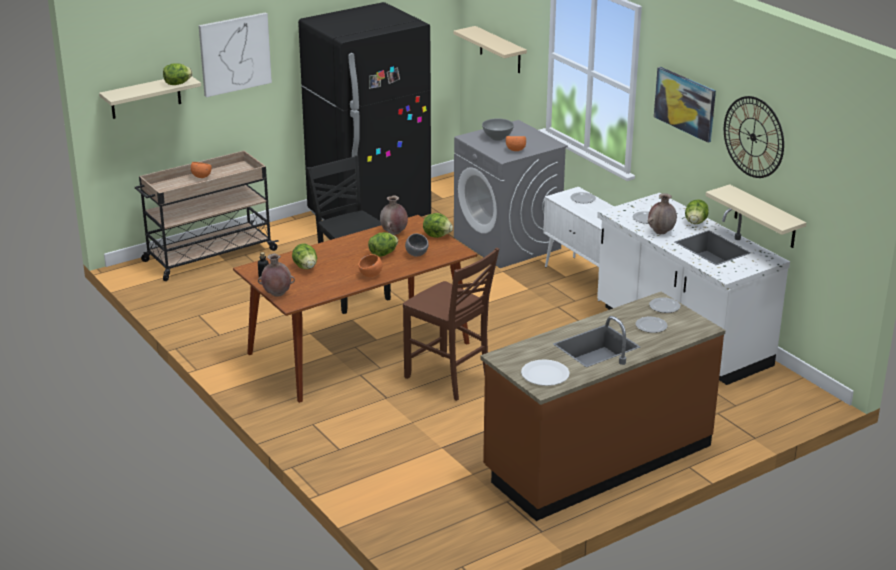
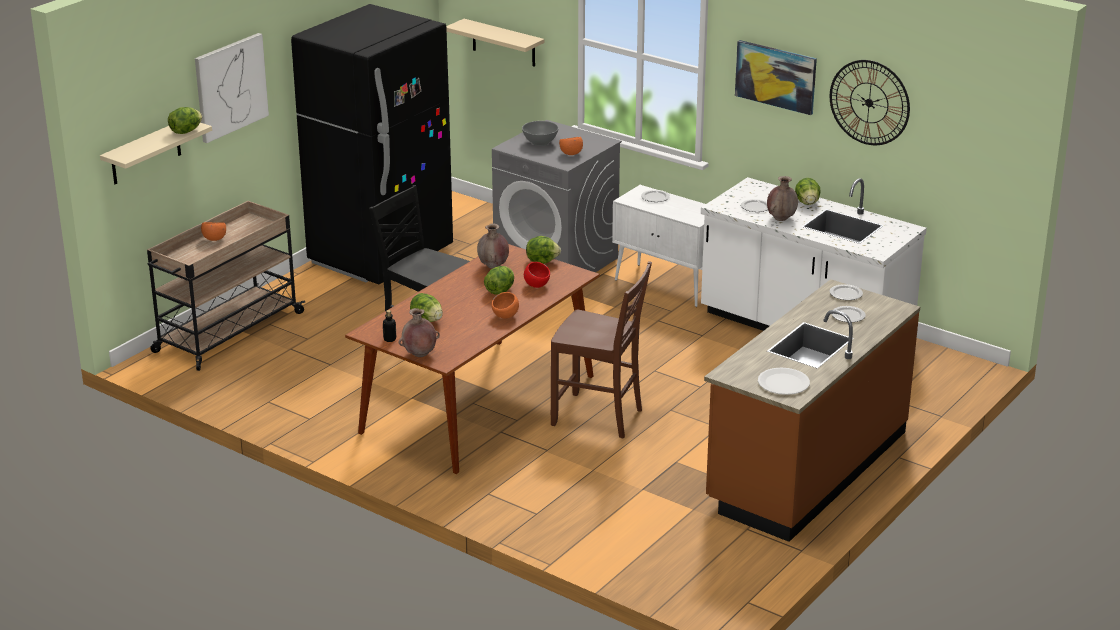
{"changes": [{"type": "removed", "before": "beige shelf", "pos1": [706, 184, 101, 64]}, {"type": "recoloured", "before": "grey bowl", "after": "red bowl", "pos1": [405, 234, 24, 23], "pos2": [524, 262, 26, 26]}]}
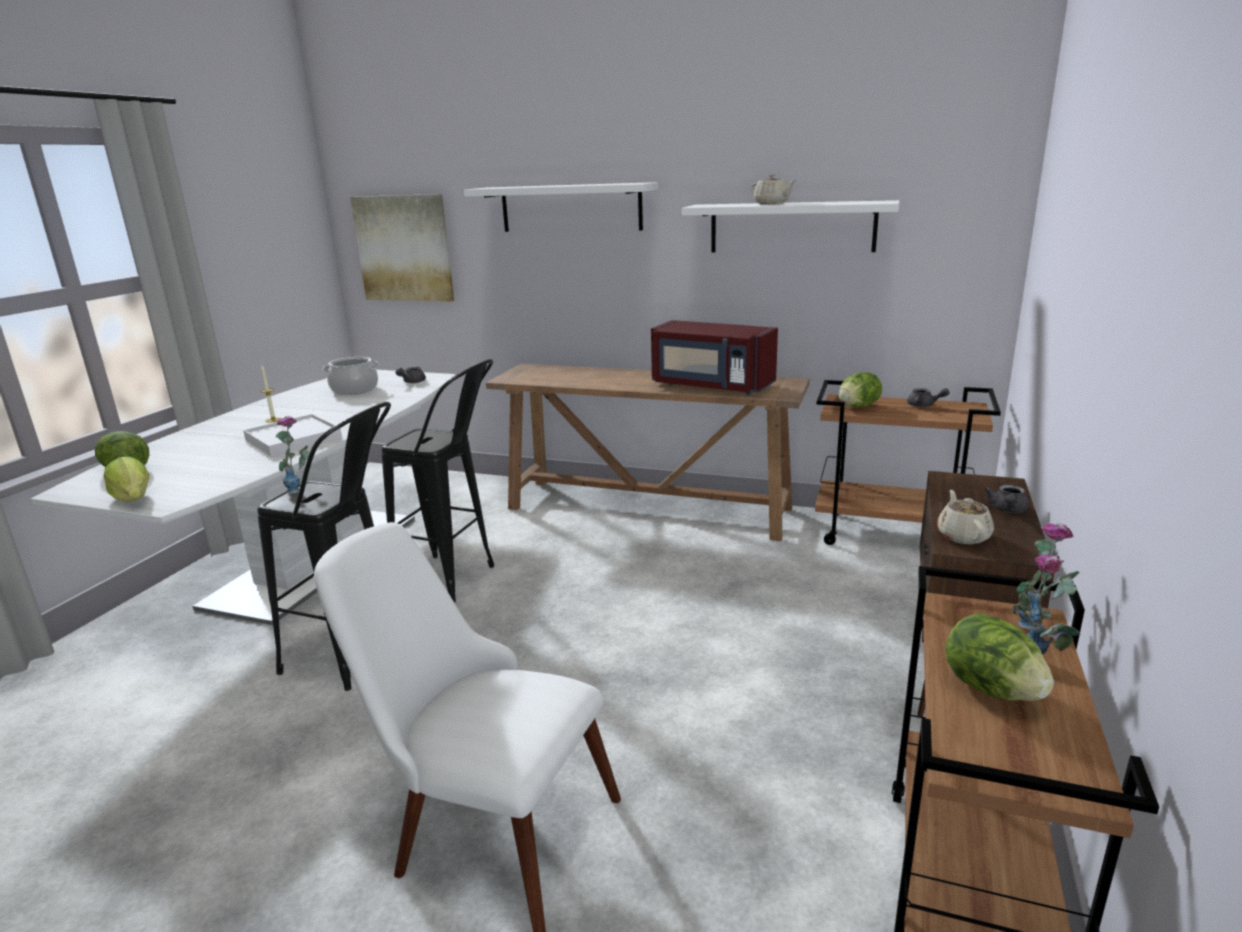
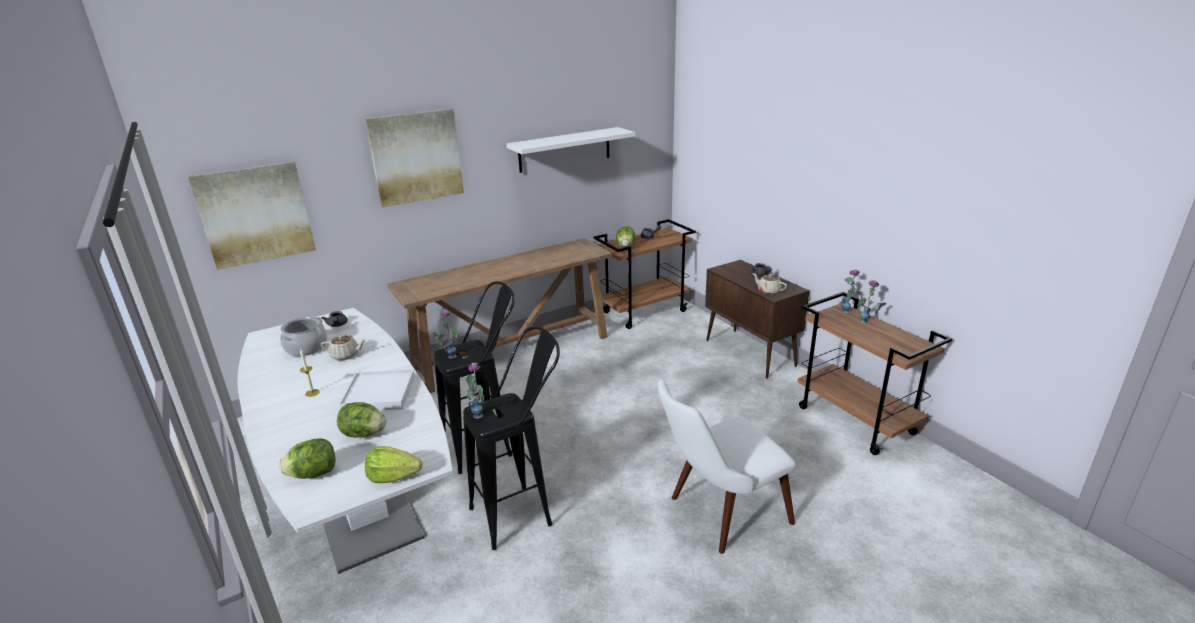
{"changes": [{"type": "moved", "before": "beige teapot", "pos1": [751, 174, 45, 30], "pos2": [321, 335, 45, 25]}, {"type": "replaced", "before": "white shelf", "after": "picture", "pos1": [464, 182, 194, 50], "pos2": [365, 109, 99, 99]}, {"type": "removed", "before": "red microwave", "pos1": [651, 320, 127, 74]}, {"type": "moved", "before": "lettuce", "pos1": [946, 613, 108, 88], "pos2": [337, 402, 50, 36]}, {"type": "added", "after": "vase", "pos2": [432, 310, 28, 49]}]}
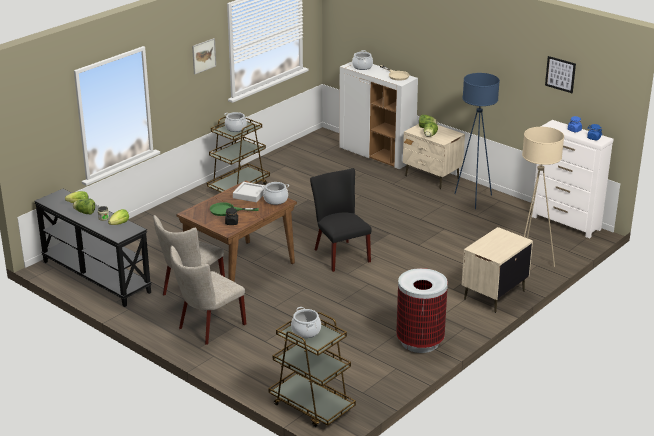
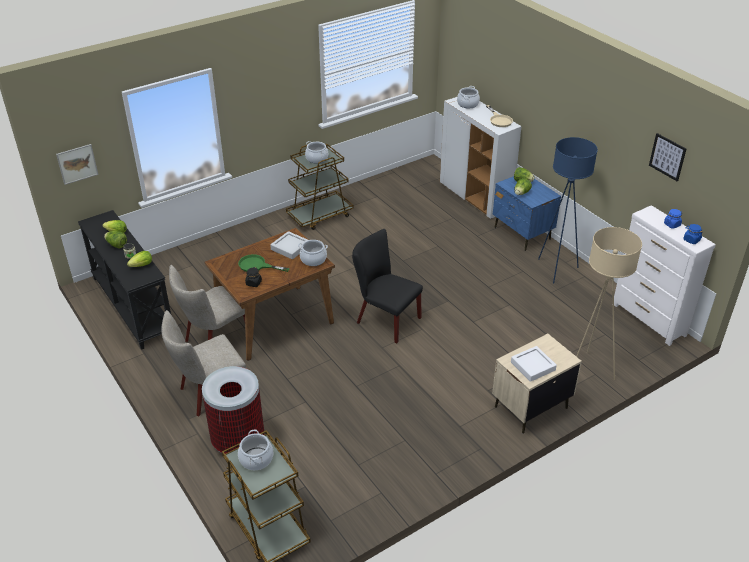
{"changes": [{"type": "moved", "before": "picture", "pos1": [192, 38, 24, 37], "pos2": [56, 144, 42, 41]}, {"type": "recoloured", "before": "beige nightstand", "after": "blue nightstand", "pos1": [403, 124, 62, 65], "pos2": [493, 176, 68, 75]}, {"type": "turned", "before": "black chair", "pos1": [310, 168, 62, 104], "pos2": [352, 229, 71, 114], "turn": -45}, {"type": "moved", "before": "trash can", "pos1": [396, 268, 52, 85], "pos2": [202, 366, 62, 88]}, {"type": "added", "after": "white tray", "pos2": [511, 346, 46, 36]}]}
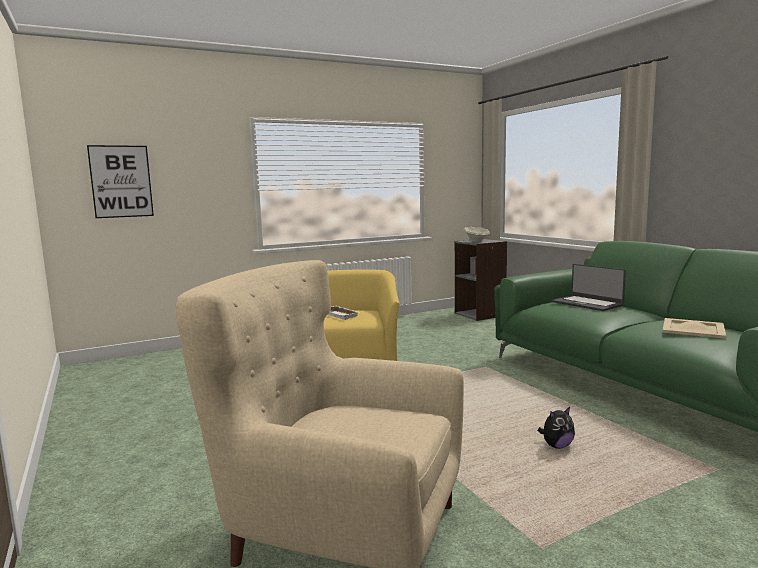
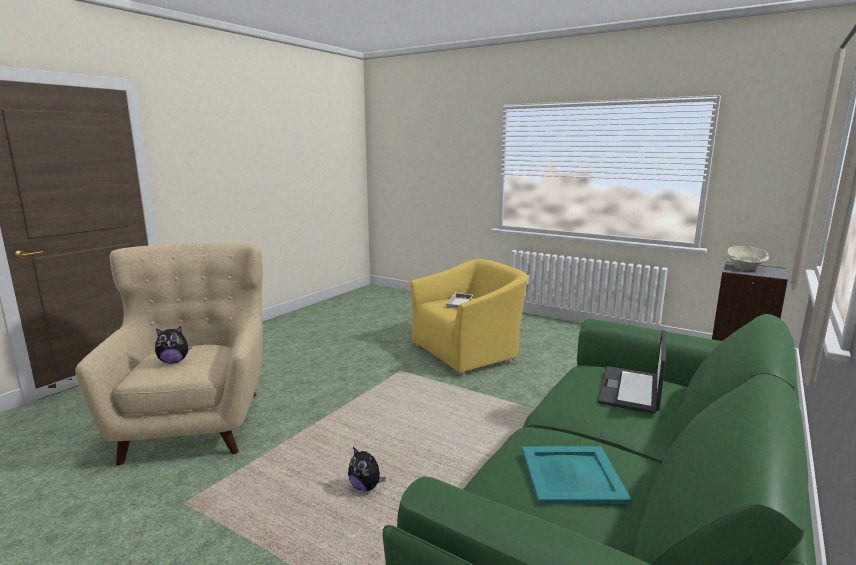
{"changes": [{"type": "removed", "before": "picture", "pos1": [87, 145, 67, 73]}, {"type": "recoloured", "before": "beige tray", "after": "turquoise tray", "pos1": [663, 318, 63, 21], "pos2": [522, 446, 110, 58]}, {"type": "added", "after": "plush toy", "pos2": [155, 326, 37, 38]}]}
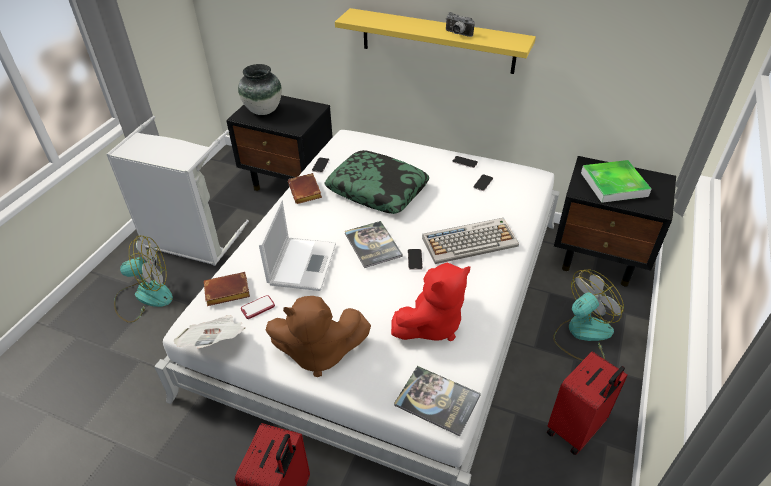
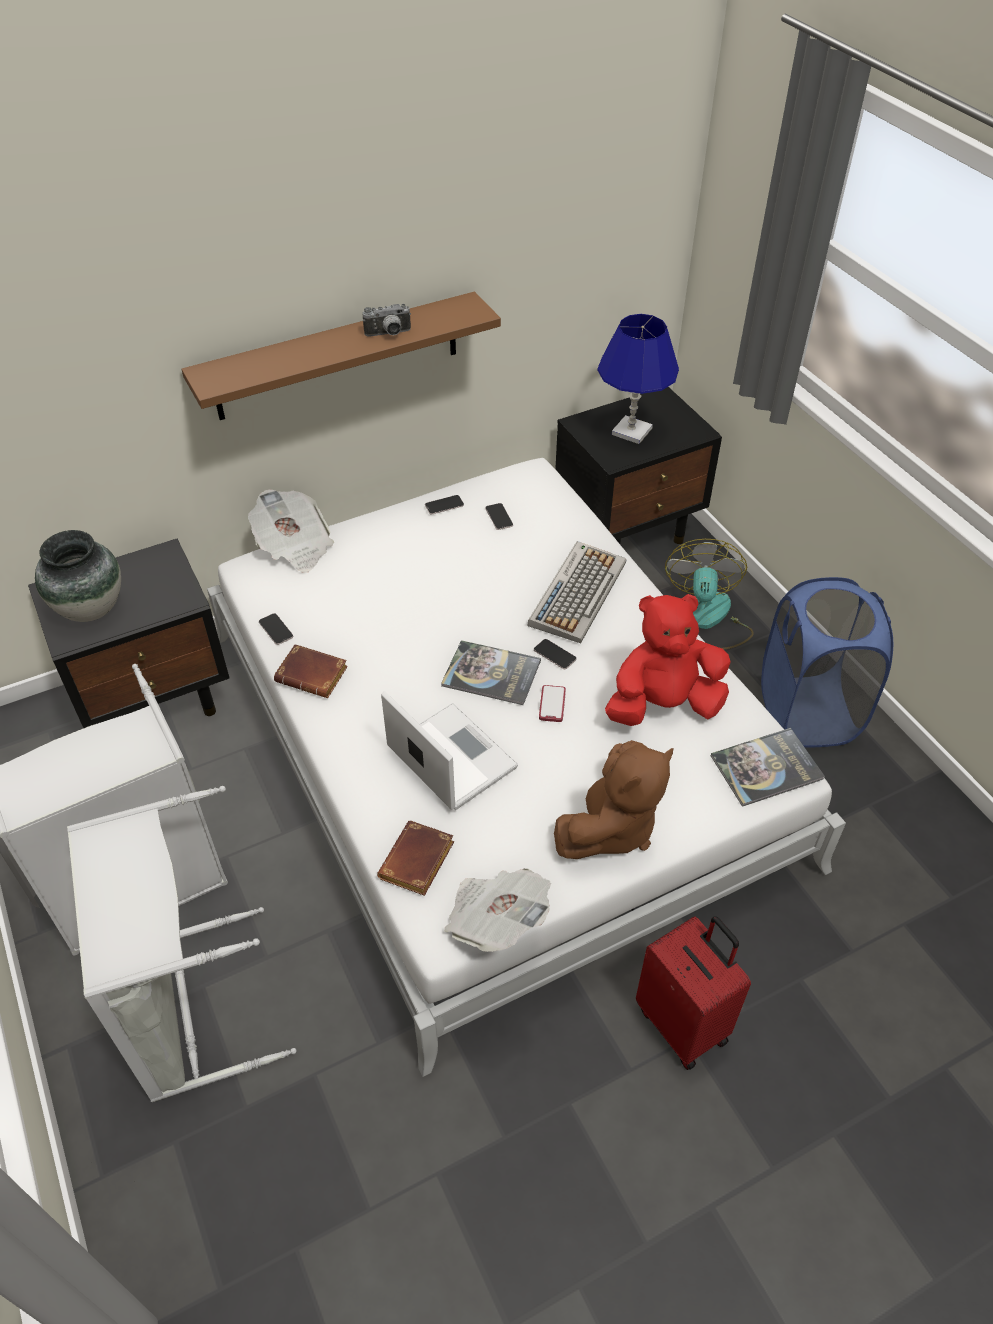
{"changes": [{"type": "recoloured", "before": "yellow shelf", "after": "brown shelf", "pos1": [335, 8, 201, 66], "pos2": [181, 292, 320, 128]}, {"type": "removed", "before": "pillow", "pos1": [324, 150, 105, 64]}, {"type": "replaced", "before": "tray", "after": "blue table lamp", "pos1": [581, 160, 70, 43], "pos2": [597, 314, 82, 130]}, {"type": "replaced", "before": "fan", "after": "grey laundry basket", "pos1": [114, 235, 59, 88], "pos2": [67, 786, 230, 316]}, {"type": "turned", "before": "red plush toy", "pos1": [391, 263, 79, 78], "pos2": [605, 594, 126, 132], "turn": -105}, {"type": "moved", "before": "phone", "pos1": [241, 295, 34, 24], "pos2": [539, 685, 27, 37]}, {"type": "replaced", "before": "red suitcase", "after": "blue laundry basket", "pos1": [547, 351, 81, 104], "pos2": [761, 577, 132, 170]}, {"type": "added", "after": "newspaper", "pos2": [248, 489, 86, 84]}]}
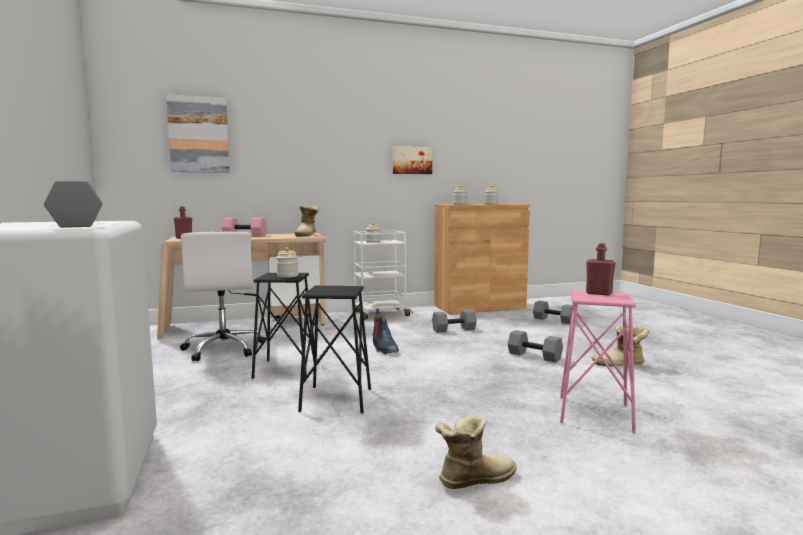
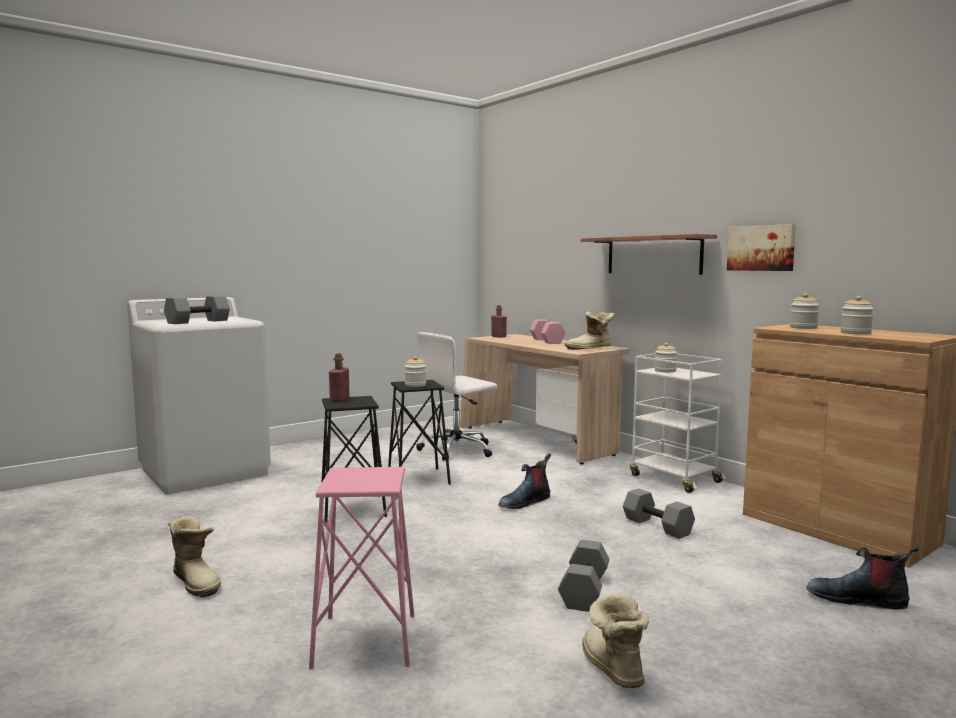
{"changes": [{"type": "removed", "before": "picture", "pos1": [166, 94, 64, 79]}, {"type": "moved", "before": "red bottle", "pos1": [586, 243, 30, 53], "pos2": [329, 353, 21, 49]}, {"type": "replaced", "before": "grey dumbbell", "after": "boot", "pos1": [533, 301, 40, 23], "pos2": [806, 547, 112, 63]}, {"type": "added", "after": "shelf", "pos2": [581, 234, 136, 41]}]}
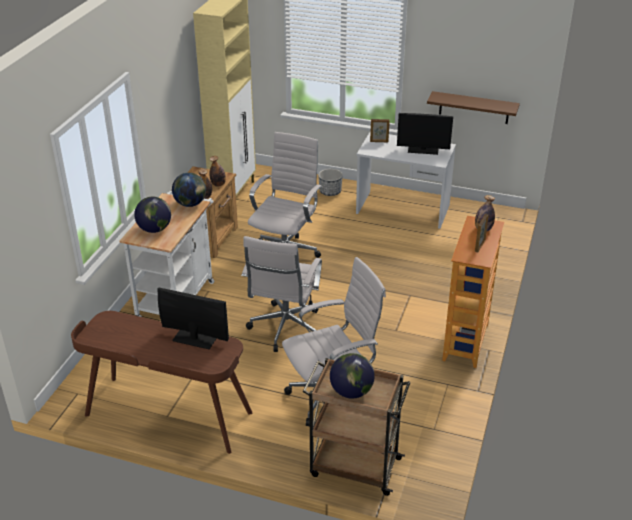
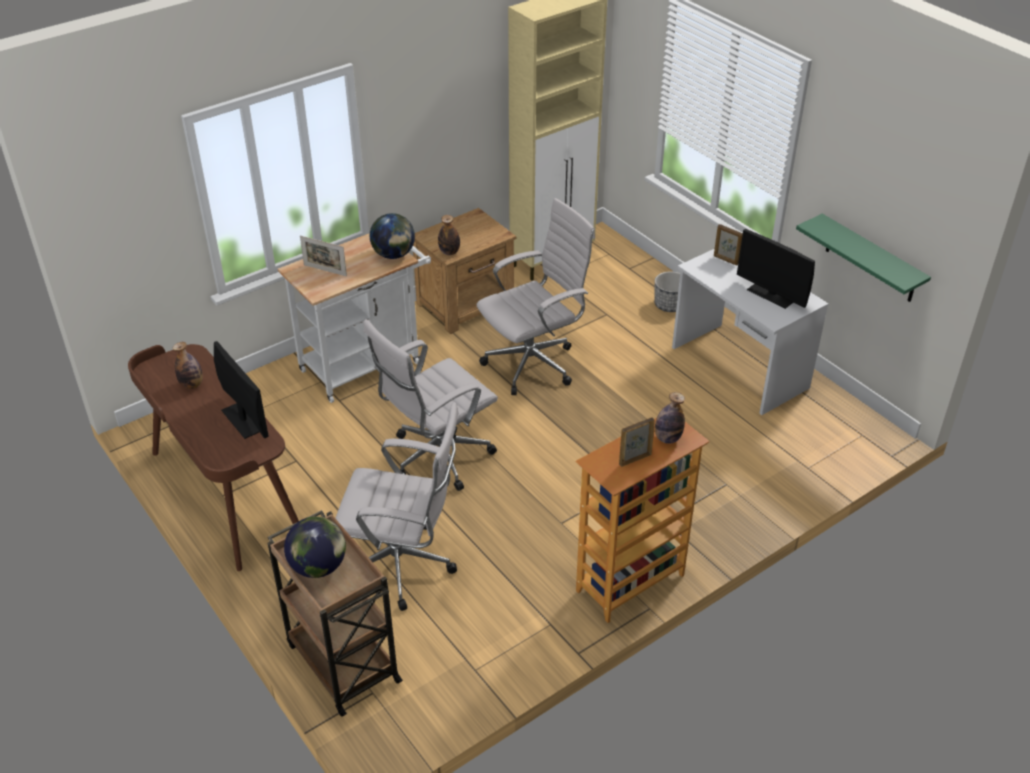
{"changes": [{"type": "recoloured", "before": "brown shelf", "after": "green shelf", "pos1": [427, 91, 93, 33], "pos2": [796, 214, 135, 88]}, {"type": "moved", "before": "bottle", "pos1": [209, 156, 17, 31], "pos2": [173, 342, 30, 47]}, {"type": "replaced", "before": "globe", "after": "picture frame", "pos1": [134, 197, 37, 36], "pos2": [300, 236, 47, 40]}]}
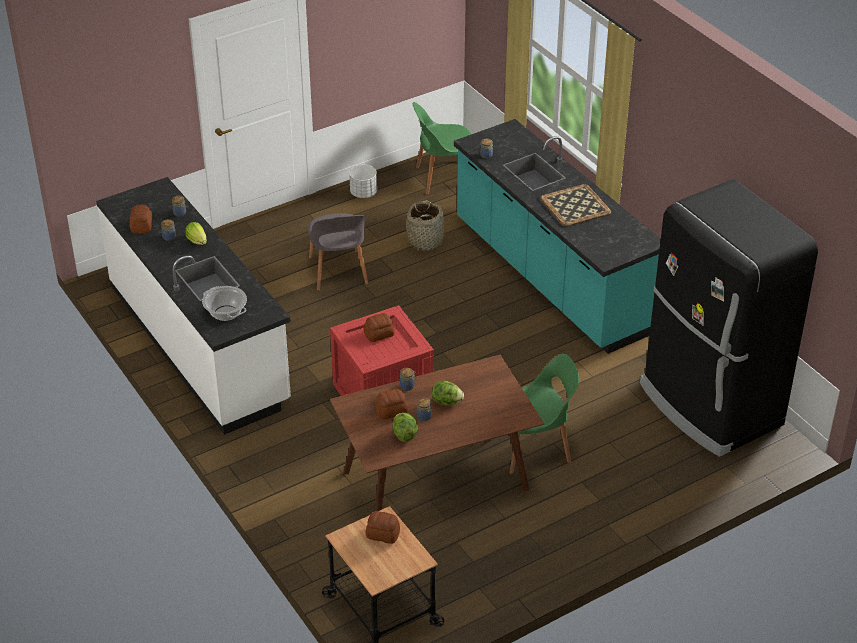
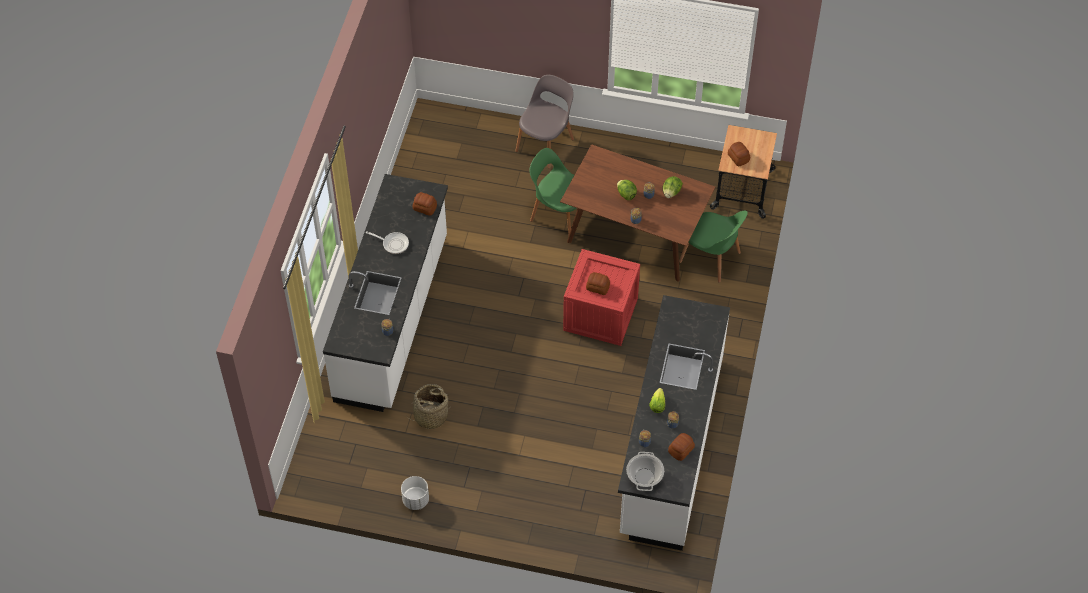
{"changes": [{"type": "moved", "before": "green chair", "pos1": [413, 102, 59, 92], "pos2": [679, 211, 69, 72]}, {"type": "recoloured", "before": "turquoise counter", "after": "white counter", "pos1": [454, 119, 207, 235], "pos2": [323, 174, 125, 238]}, {"type": "removed", "before": "black fridge", "pos1": [640, 180, 178, 277]}, {"type": "replaced", "before": "tray", "after": "frying pan", "pos1": [540, 184, 71, 42], "pos2": [366, 231, 43, 23]}, {"type": "moved", "before": "grey chair", "pos1": [308, 213, 60, 78], "pos2": [515, 75, 59, 94]}, {"type": "moved", "before": "cooking pot", "pos1": [202, 286, 45, 35], "pos2": [626, 452, 38, 39]}, {"type": "moved", "before": "bread", "pos1": [375, 389, 33, 31], "pos2": [413, 192, 24, 24]}]}
